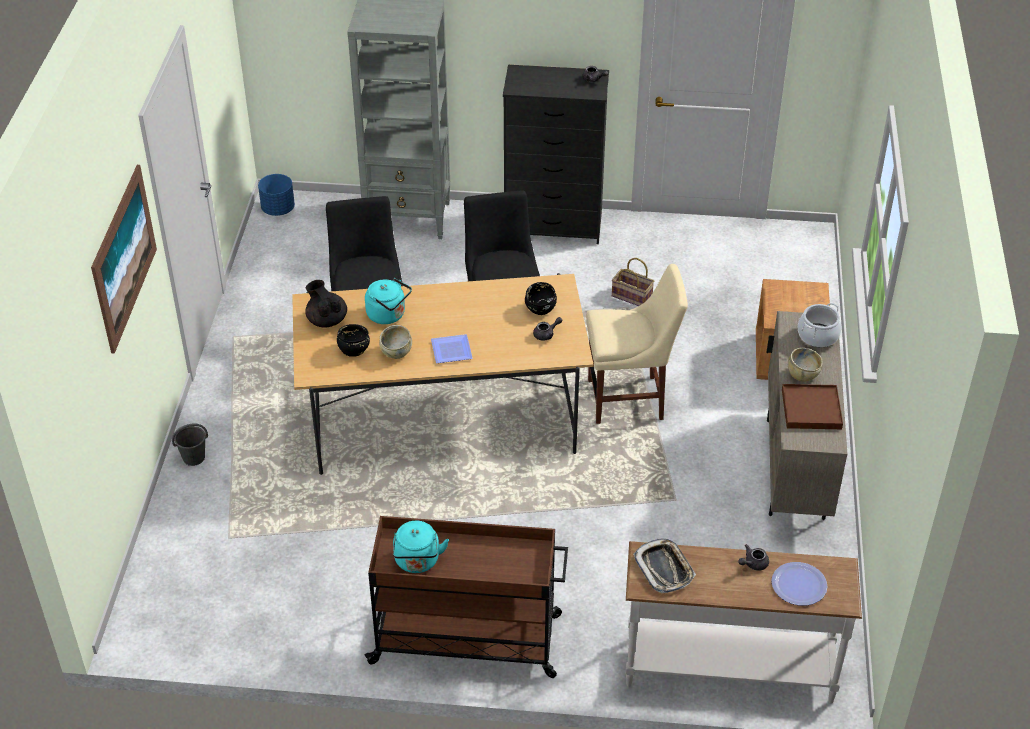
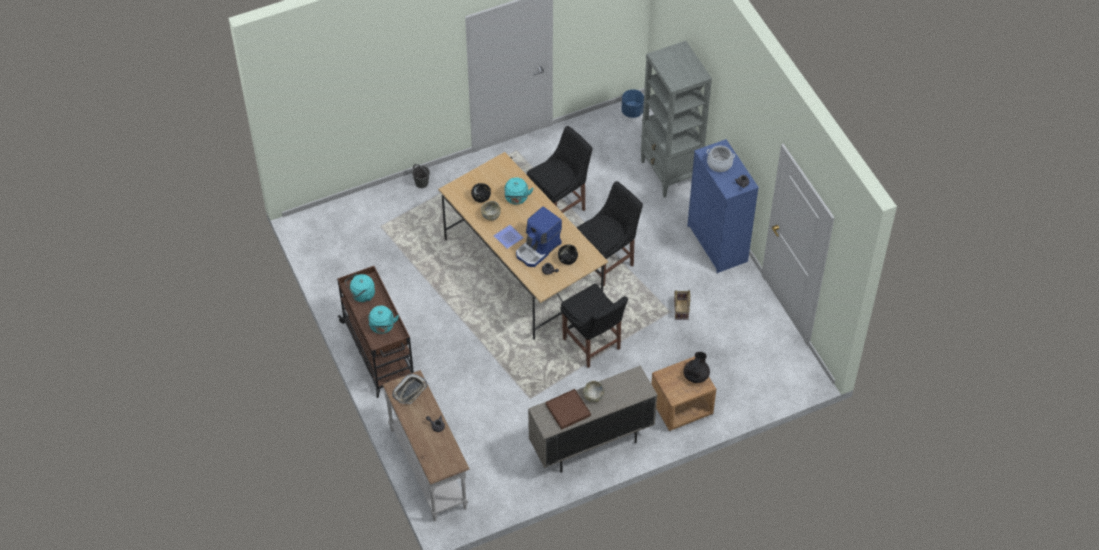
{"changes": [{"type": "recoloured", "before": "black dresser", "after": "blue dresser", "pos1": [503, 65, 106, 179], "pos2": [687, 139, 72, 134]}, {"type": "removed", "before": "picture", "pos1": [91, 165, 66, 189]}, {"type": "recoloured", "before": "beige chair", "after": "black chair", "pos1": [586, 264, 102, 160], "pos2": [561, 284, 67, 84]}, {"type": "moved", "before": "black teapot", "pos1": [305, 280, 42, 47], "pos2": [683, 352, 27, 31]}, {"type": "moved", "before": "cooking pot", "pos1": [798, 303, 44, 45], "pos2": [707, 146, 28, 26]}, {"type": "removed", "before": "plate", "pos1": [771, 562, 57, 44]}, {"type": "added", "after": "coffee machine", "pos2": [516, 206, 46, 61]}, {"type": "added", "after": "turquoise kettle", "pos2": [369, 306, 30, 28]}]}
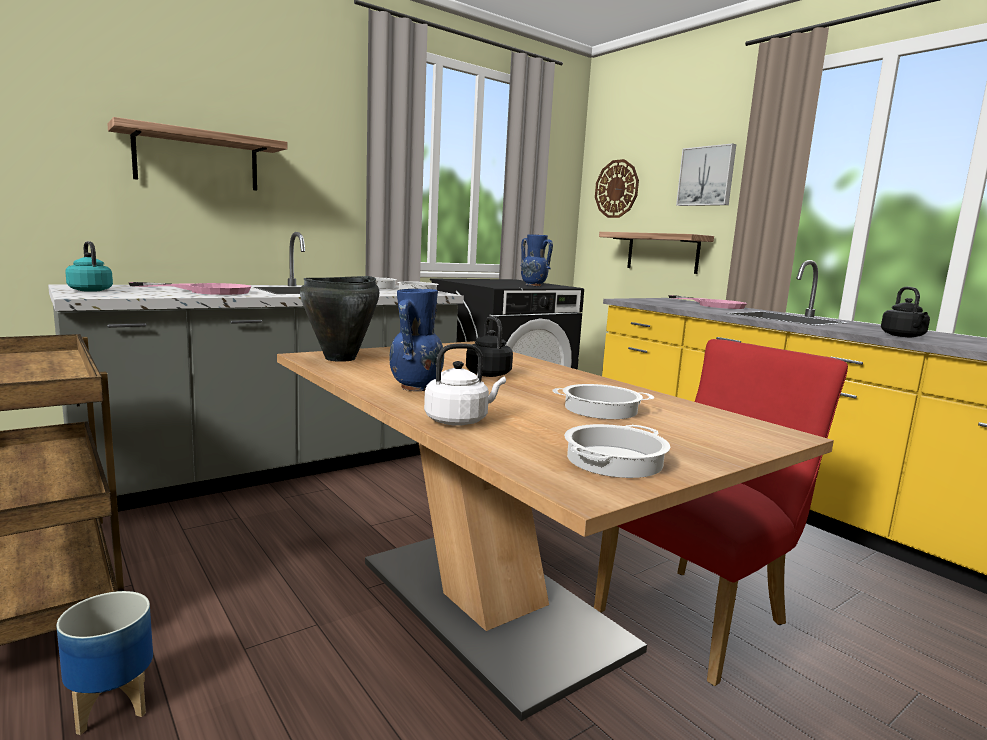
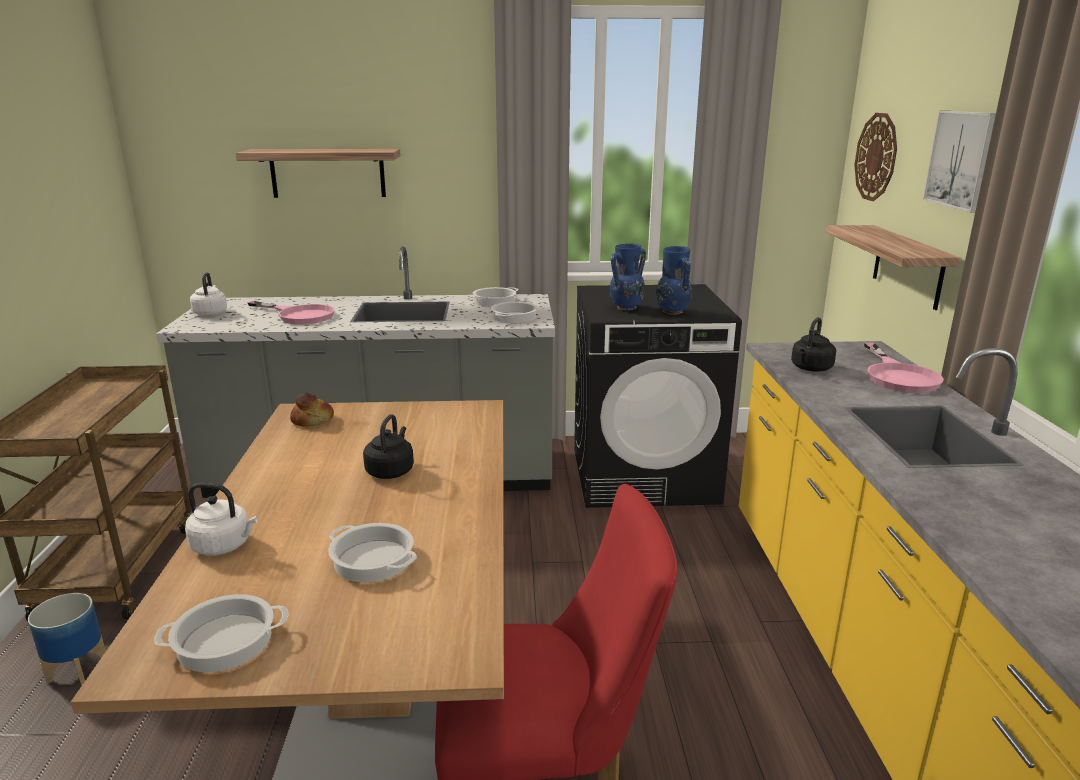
{"changes": [{"type": "recoloured", "before": "turquoise kettle", "after": "white kettle", "pos1": [65, 241, 48, 51], "pos2": [190, 272, 37, 44]}, {"type": "replaced", "before": "black cooking pot", "after": "bread", "pos1": [300, 276, 79, 86], "pos2": [290, 392, 44, 34]}, {"type": "moved", "before": "black kettle", "pos1": [881, 287, 49, 50], "pos2": [791, 317, 45, 55]}, {"type": "moved", "before": "blue vase", "pos1": [389, 289, 55, 102], "pos2": [610, 244, 36, 67]}]}
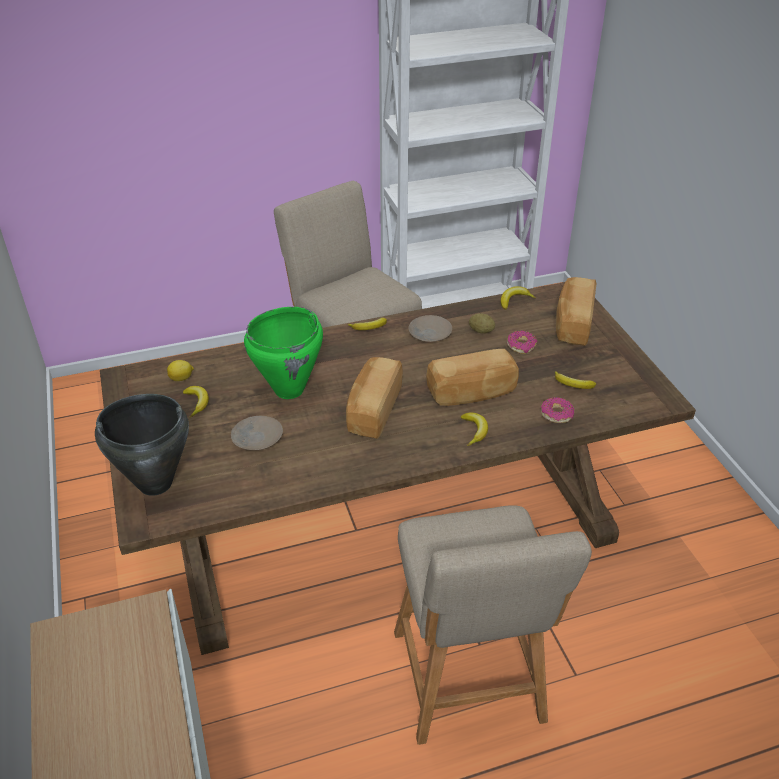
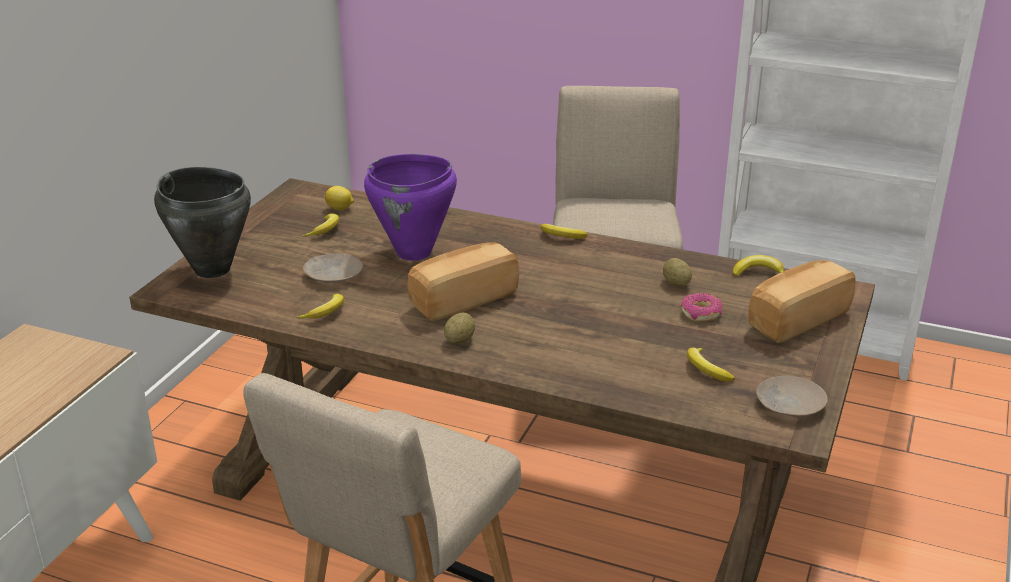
{"changes": [{"type": "recoloured", "before": "green cooking pot", "after": "purple cooking pot", "pos1": [244, 307, 79, 92], "pos2": [364, 154, 93, 107]}, {"type": "moved", "before": "beige plate", "pos1": [409, 315, 43, 27], "pos2": [756, 376, 72, 41]}, {"type": "removed", "before": "bread", "pos1": [426, 349, 93, 57]}, {"type": "removed", "before": "donut", "pos1": [541, 397, 33, 26]}, {"type": "moved", "before": "banana", "pos1": [461, 412, 27, 34], "pos2": [296, 294, 48, 25]}, {"type": "added", "after": "potato", "pos2": [444, 313, 31, 31]}]}
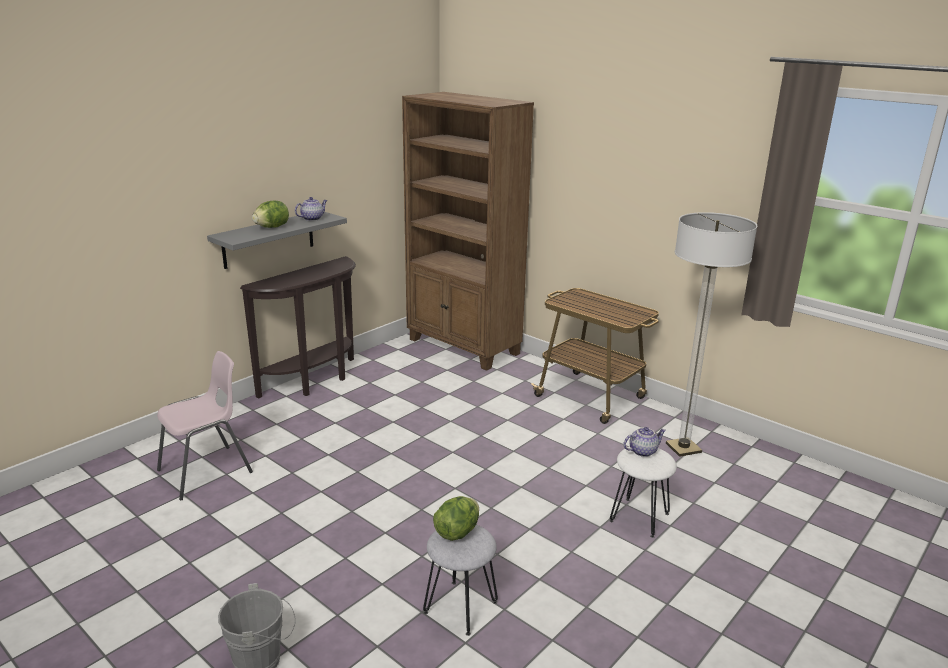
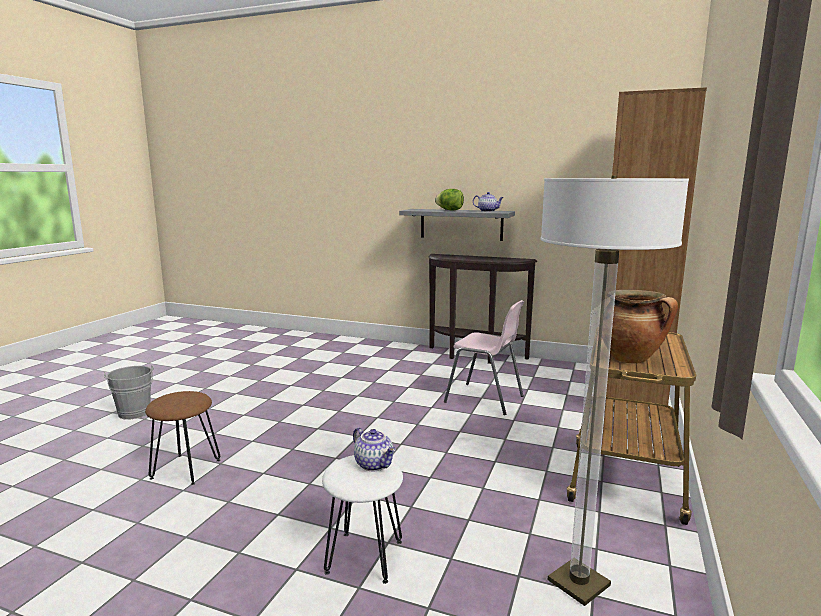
{"changes": [{"type": "moved", "before": "pink chair", "pos1": [157, 351, 96, 149], "pos2": [444, 300, 80, 115]}, {"type": "removed", "before": "lettuce", "pos1": [433, 496, 46, 45]}, {"type": "recoloured", "before": "grey stool", "after": "brown stool", "pos1": [423, 525, 75, 111], "pos2": [145, 391, 75, 94]}, {"type": "added", "after": "cooking pot", "pos2": [610, 290, 68, 74]}]}
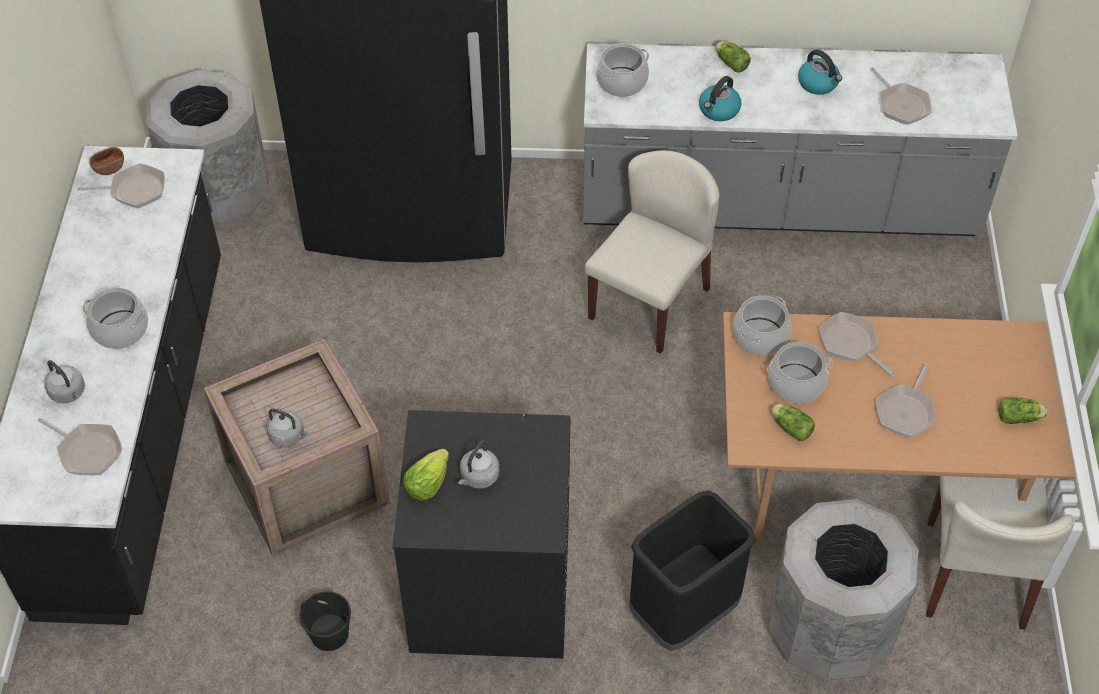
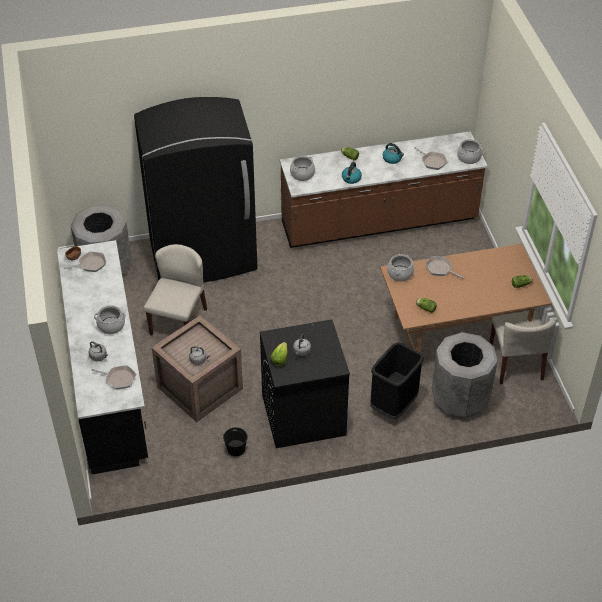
{"changes": [{"type": "recoloured", "before": "grey counter", "after": "brown counter", "pos1": [583, 43, 435, 193], "pos2": [280, 131, 208, 117]}, {"type": "moved", "before": "beige chair", "pos1": [584, 150, 135, 204], "pos2": [143, 244, 64, 91]}, {"type": "moved", "before": "cooking pot", "pos1": [767, 342, 65, 61], "pos2": [457, 139, 26, 25]}, {"type": "removed", "before": "frying pan", "pos1": [876, 363, 59, 75]}]}
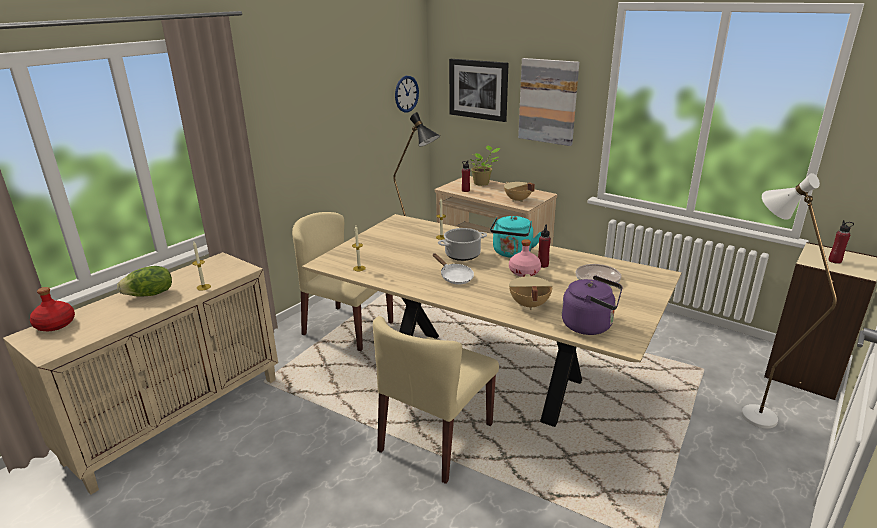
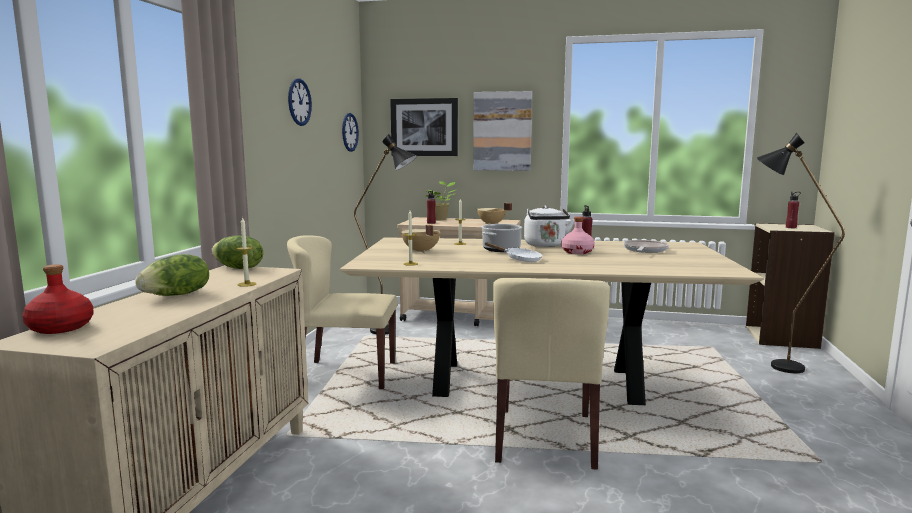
{"changes": [{"type": "recoloured", "before": "white floor lamp", "after": "black floor lamp", "pos1": [741, 173, 96, 256], "pos2": [757, 133, 88, 240]}, {"type": "recoloured", "before": "turquoise kettle", "after": "white kettle", "pos1": [490, 216, 51, 42], "pos2": [524, 205, 50, 42]}, {"type": "moved", "before": "beige cooking pot", "pos1": [509, 274, 43, 36], "pos2": [401, 225, 39, 28]}, {"type": "removed", "before": "purple kettle", "pos1": [562, 275, 61, 60]}, {"type": "added", "after": "wall clock", "pos2": [288, 78, 24, 48]}, {"type": "added", "after": "lettuce", "pos2": [211, 235, 52, 34]}]}
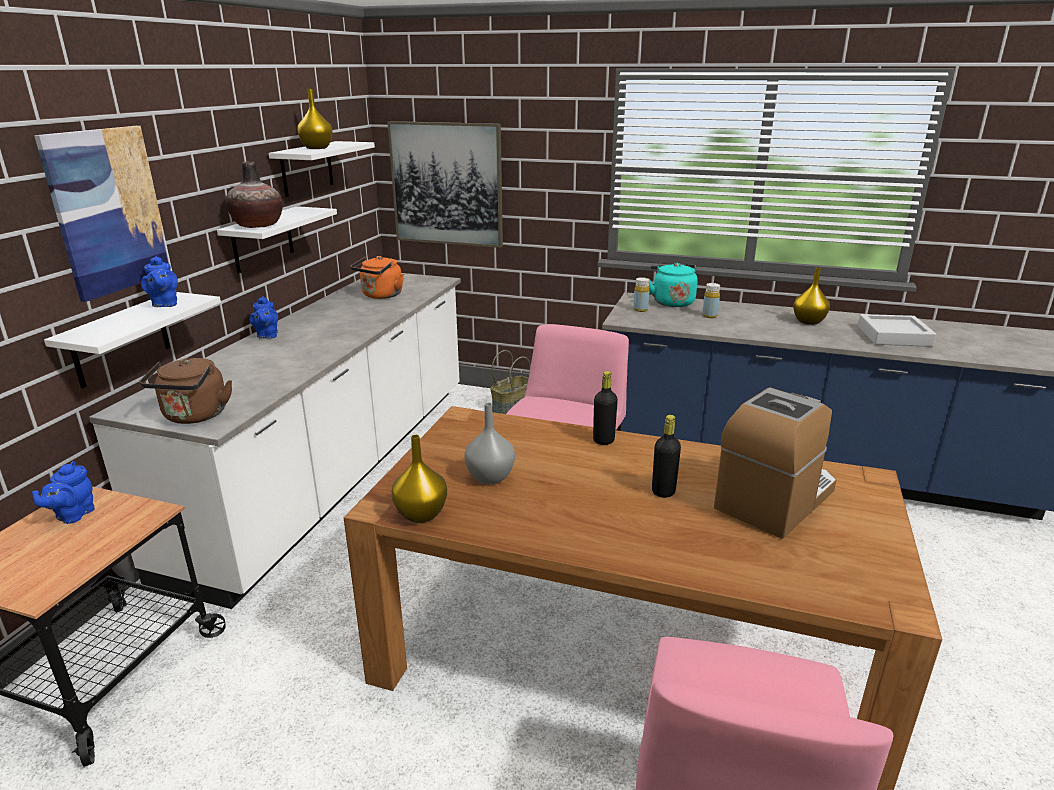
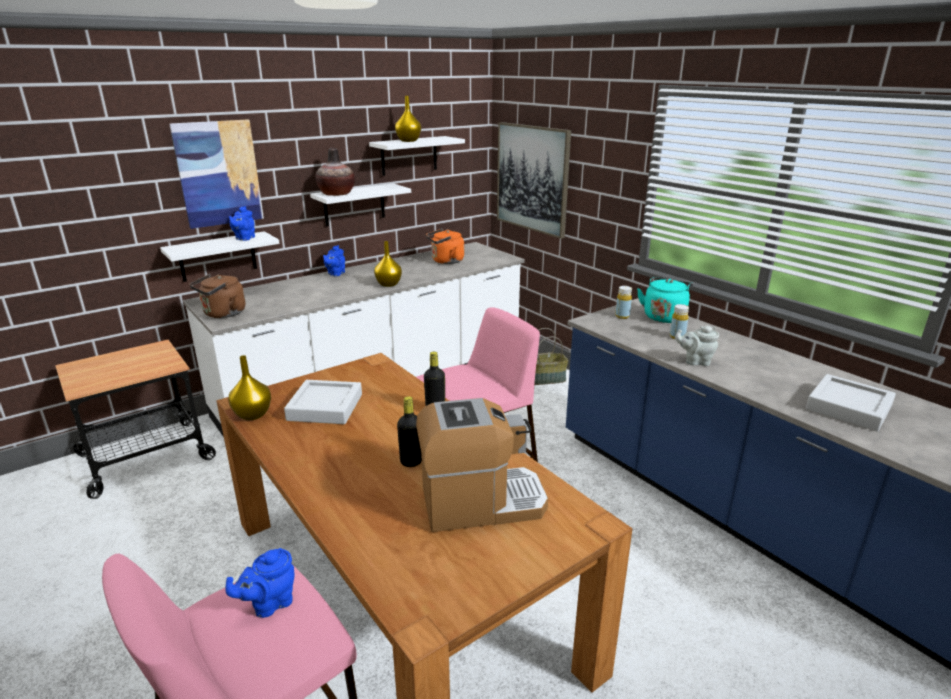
{"changes": [{"type": "moved", "before": "yellow vase", "pos1": [793, 267, 37, 58], "pos2": [374, 241, 28, 46]}, {"type": "replaced", "before": "grey vase", "after": "grey tray", "pos1": [464, 403, 51, 82], "pos2": [284, 380, 78, 44]}, {"type": "moved", "before": "blue teapot", "pos1": [32, 461, 63, 63], "pos2": [225, 548, 69, 70]}, {"type": "added", "after": "grey teapot", "pos2": [675, 326, 44, 40]}]}
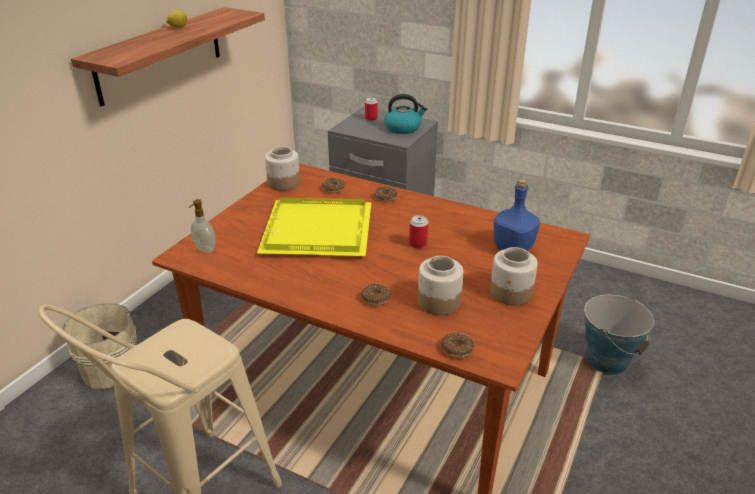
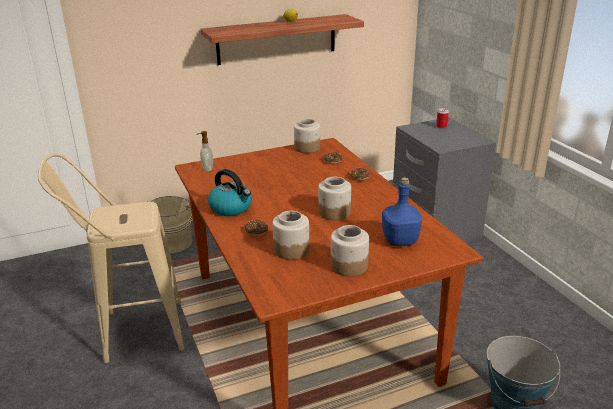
{"changes": [{"type": "moved", "before": "kettle", "pos1": [384, 94, 43, 40], "pos2": [208, 169, 44, 47]}, {"type": "removed", "before": "yellow tray", "pos1": [257, 197, 114, 59]}, {"type": "replaced", "before": "can", "after": "jar", "pos1": [409, 215, 19, 34], "pos2": [318, 177, 33, 43]}, {"type": "removed", "before": "donut", "pos1": [441, 332, 33, 26]}]}
